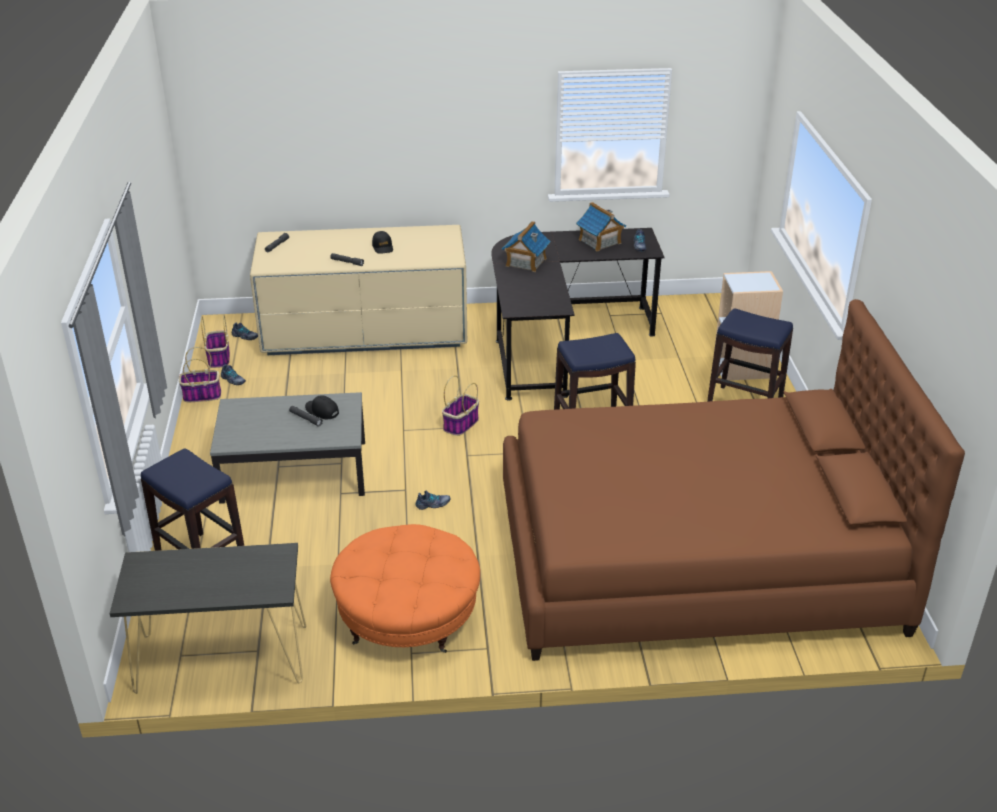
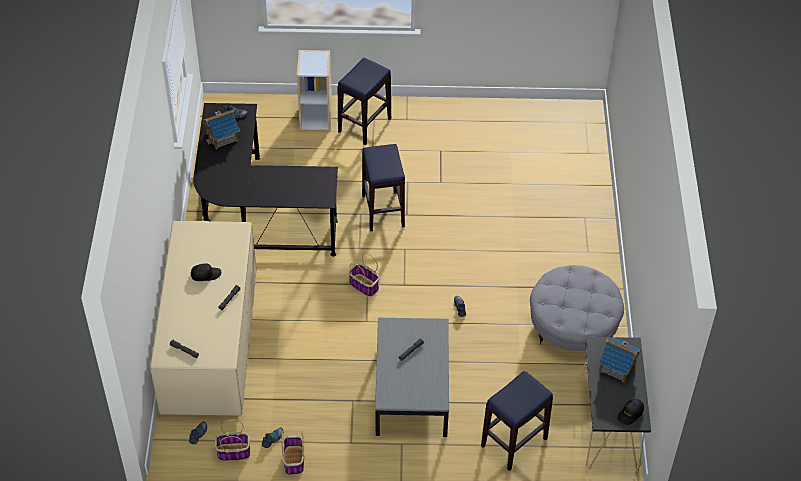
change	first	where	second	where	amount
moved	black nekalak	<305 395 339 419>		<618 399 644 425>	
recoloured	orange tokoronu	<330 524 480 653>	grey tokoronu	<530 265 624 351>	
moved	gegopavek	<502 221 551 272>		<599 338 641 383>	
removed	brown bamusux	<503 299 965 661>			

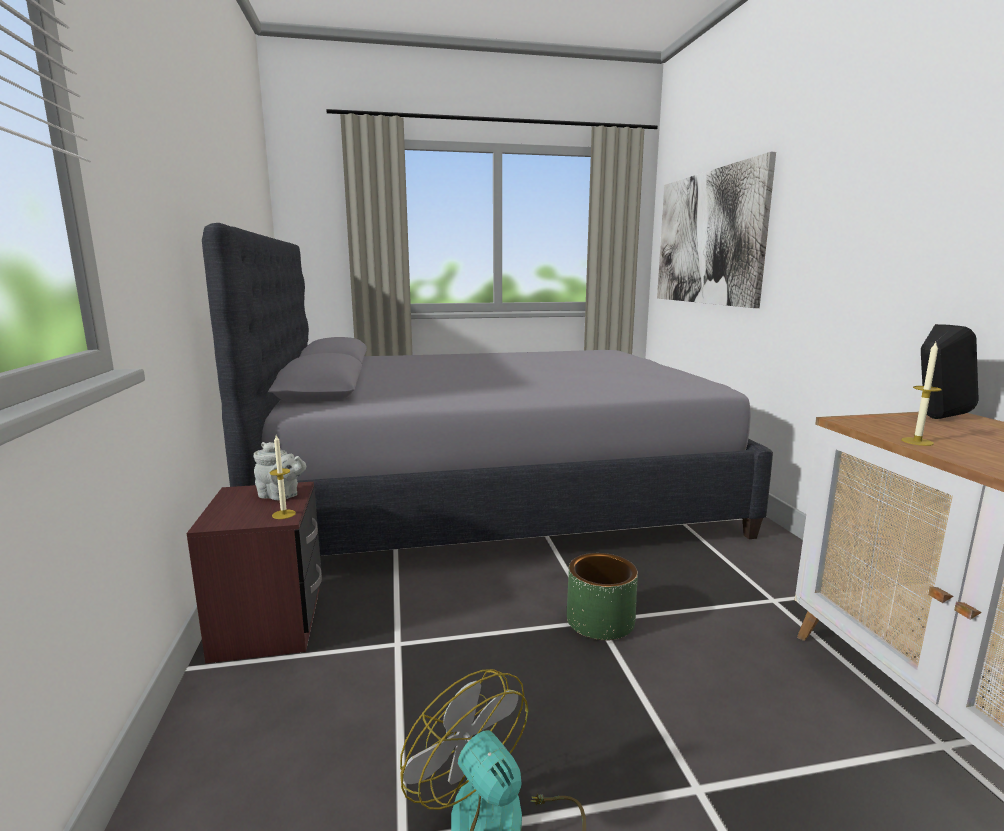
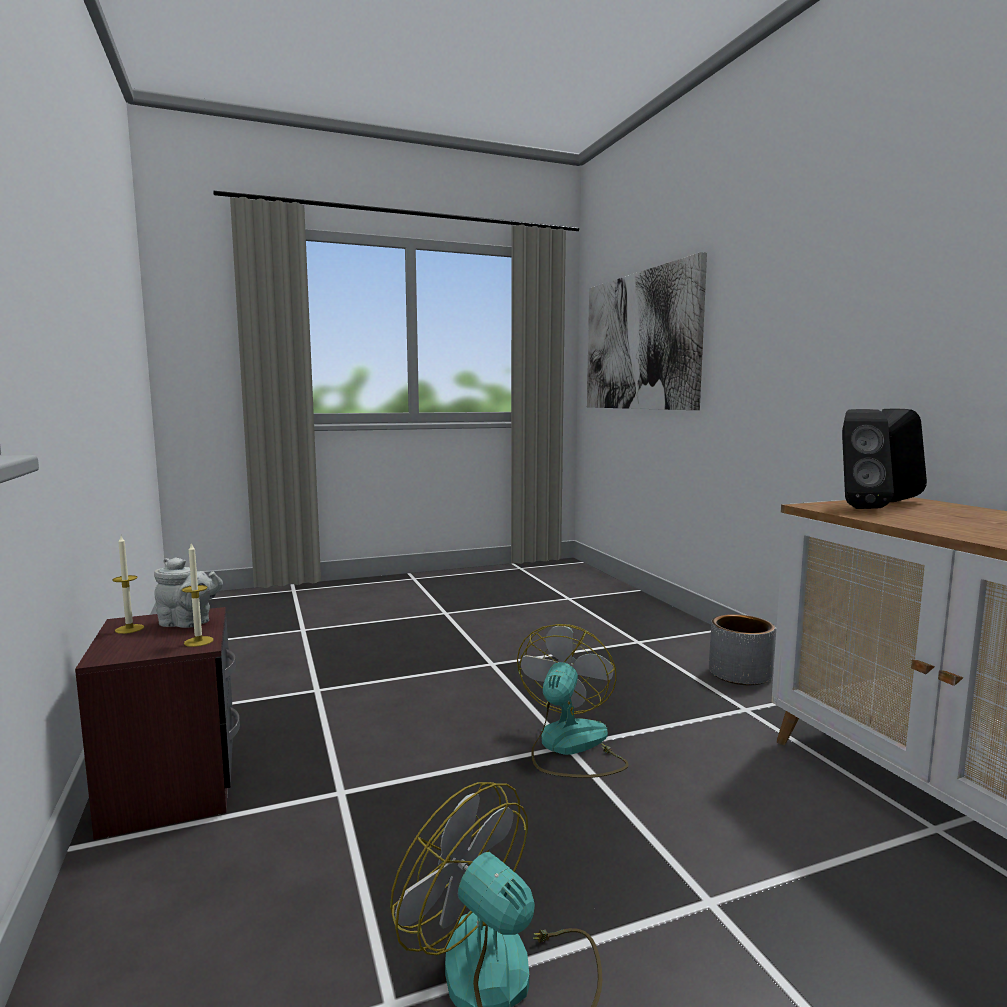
change	first	where	second	where	amount
removed	grey bamusux	<202 223 773 556>			
replaced	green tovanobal	<567 553 638 641>	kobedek	<517 624 629 778>	
moved	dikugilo	<901 342 942 446>		<112 536 144 634>	
added			grey tovanobal	<709 614 775 685>	
added			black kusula	<842 409 894 509>	

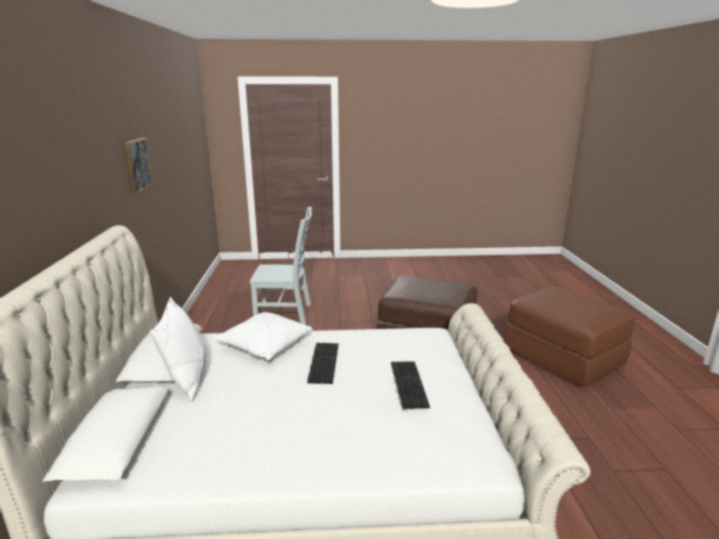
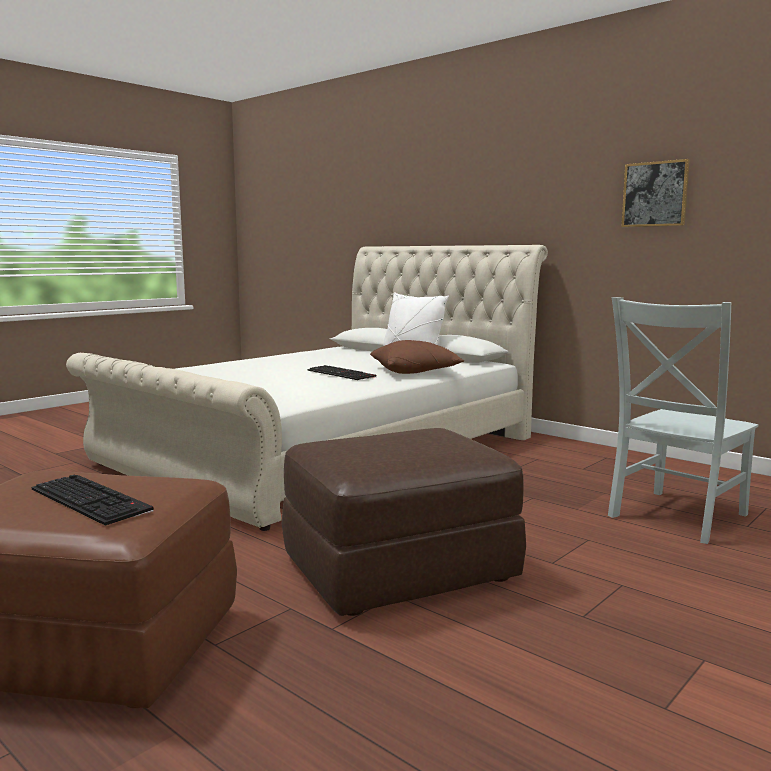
change	first	where	second	where	amount
recoloured	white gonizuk	<214 312 313 360>	brown gonizuk	<370 340 464 374>	
moved	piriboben	<391 361 430 410>		<32 475 154 526>	

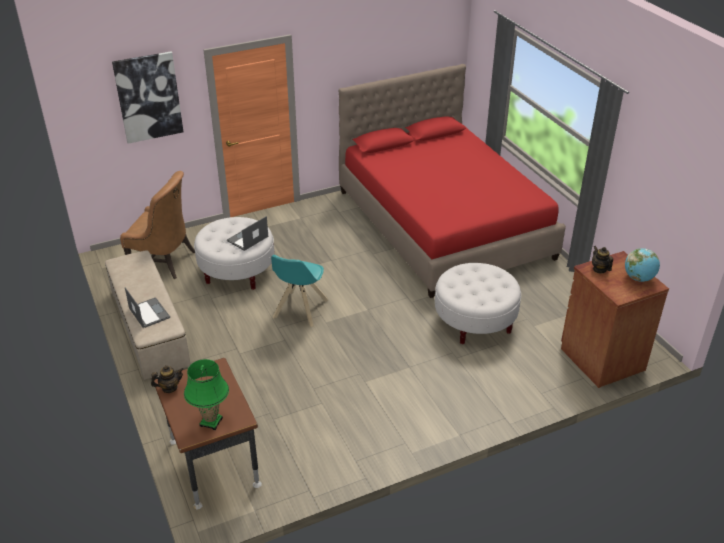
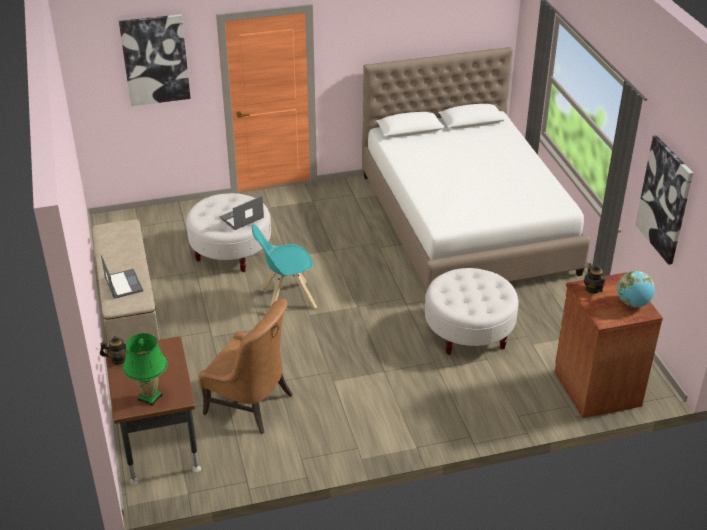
change	first	where	second	where	amount
moved	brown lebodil	<120 171 195 279>		<199 299 292 434>	
turned	turquoise lebodil	<271 255 329 327>		<251 224 317 309>	45 degrees clockwise
recoloured	red bamusux	<339 64 566 298>	white bamusux	<362 47 591 291>	
added			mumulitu	<635 135 693 265>	

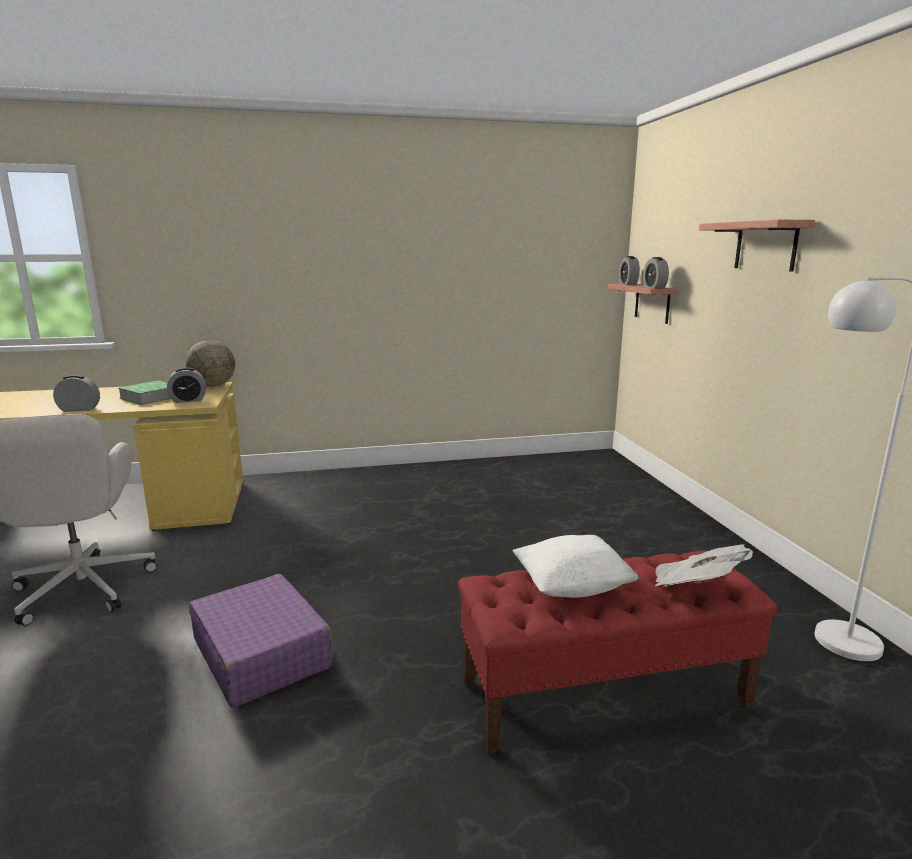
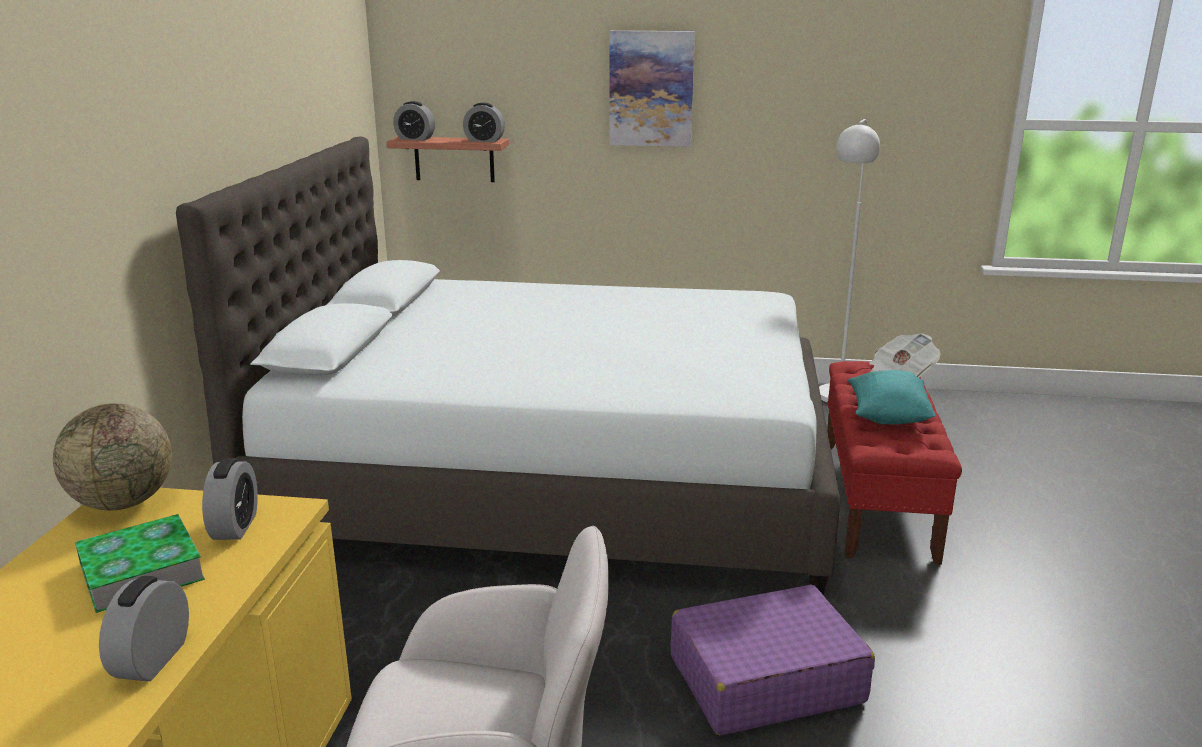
change	first	where	second	where	amount
recoloured	white gonizuk	<513 535 640 598>	turquoise gonizuk	<848 370 936 425>	
replaced	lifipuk	<699 220 815 272>	mumulitu	<609 31 695 147>	
added			white bamusux	<176 136 840 594>	

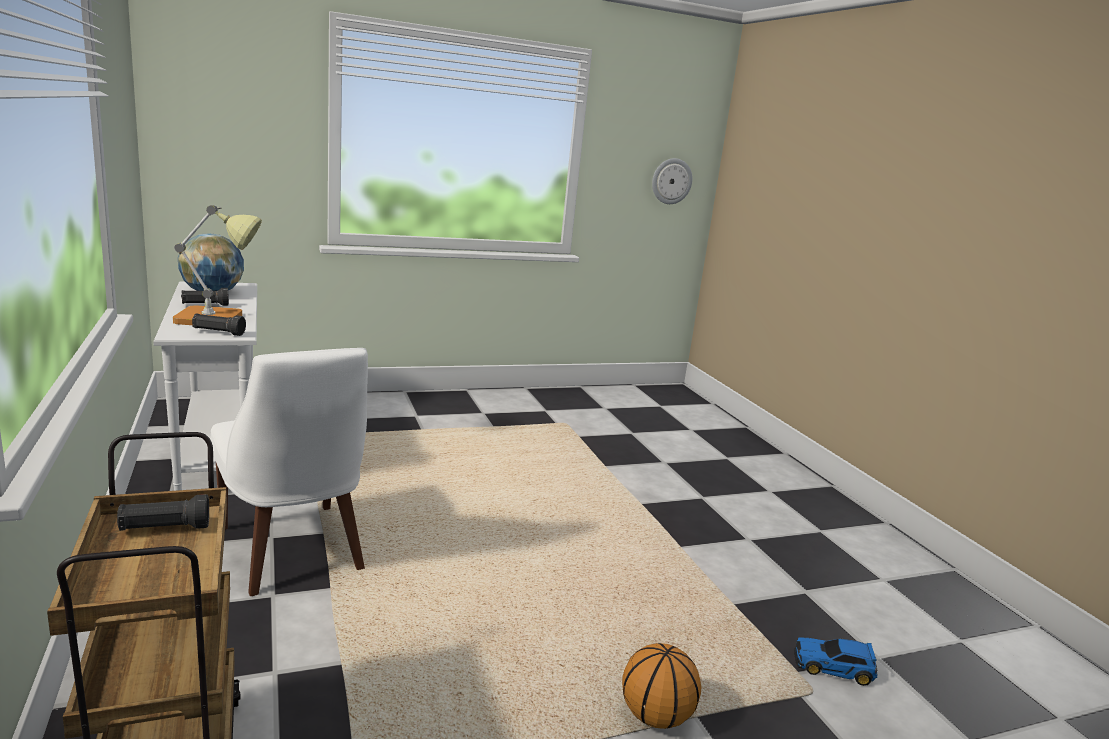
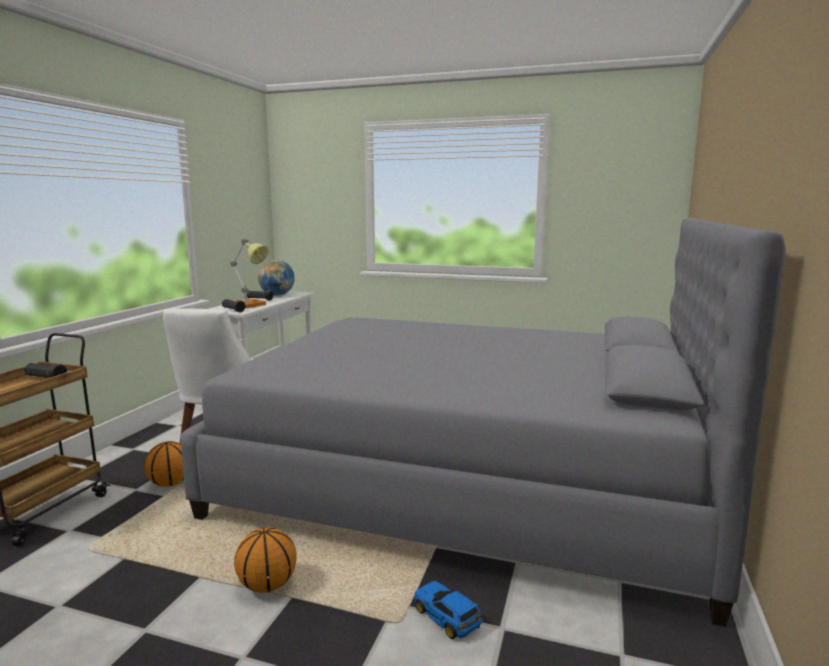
change	first	where	second	where	amount
removed	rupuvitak	<652 158 692 204>			
added			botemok	<144 441 184 487>	
added			grey bamusux	<180 218 786 627>	

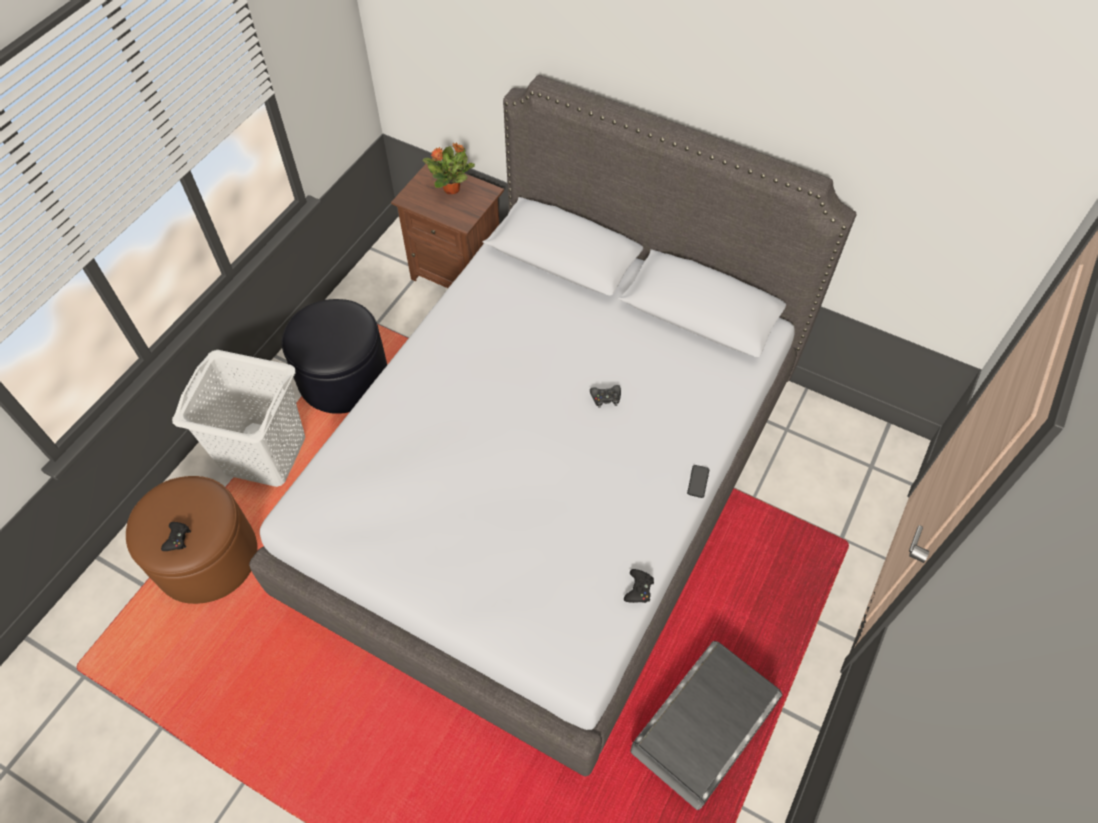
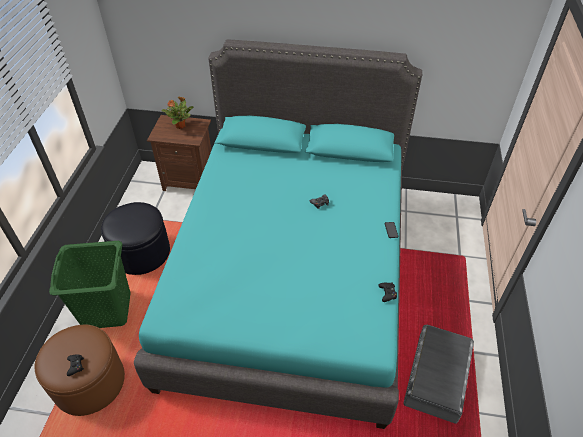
change	first	where	second	where	amount
recoloured	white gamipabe	<172 350 305 487>	green gamipabe	<49 241 131 328>	
recoloured	grey bamusux	<249 75 856 777>	turquoise bamusux	<134 39 422 429>	

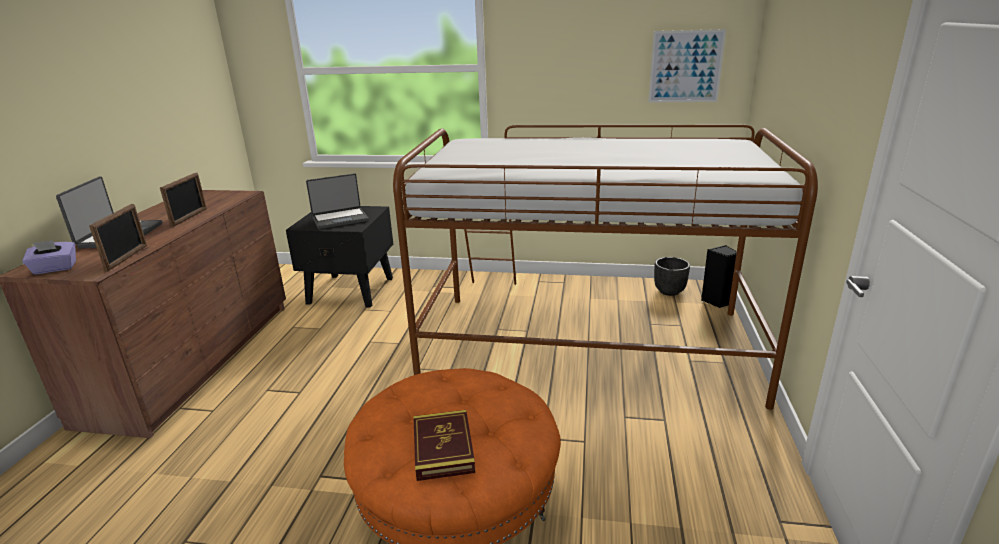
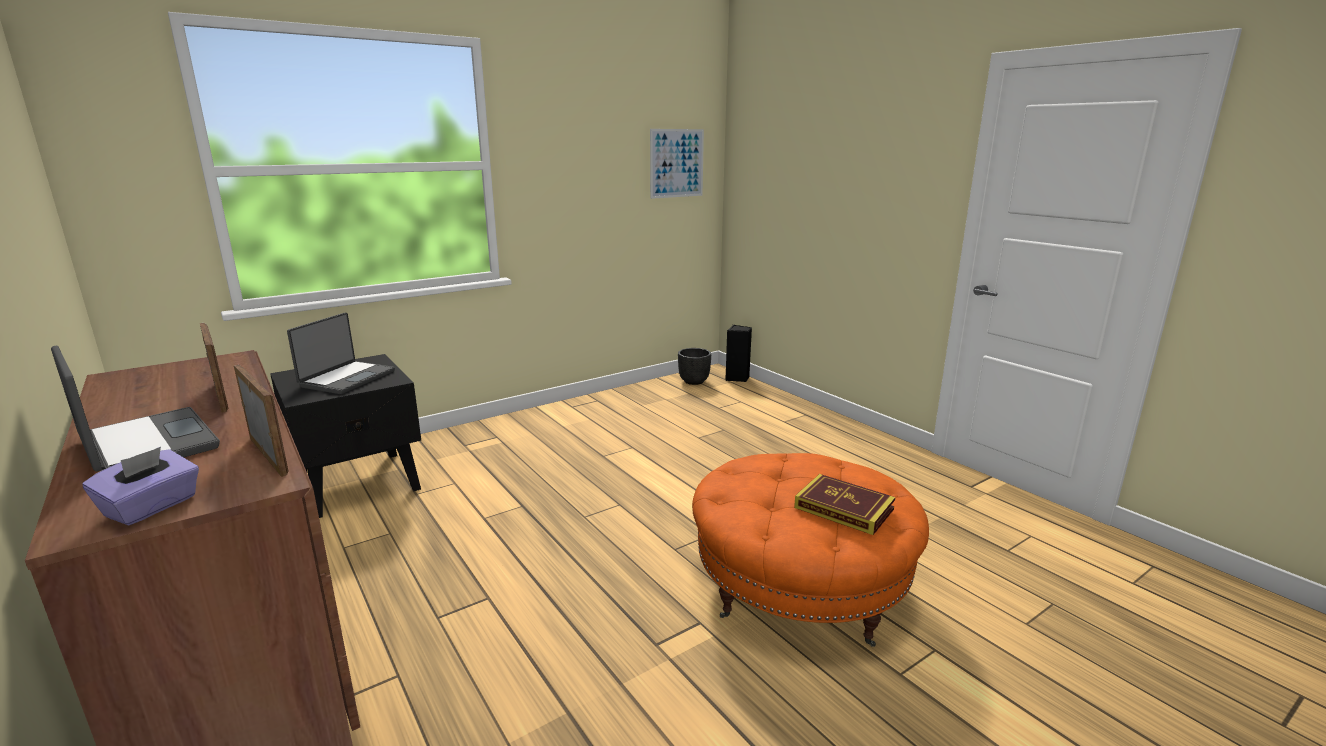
change	first	where	second	where	amount
removed	brown bamusux	<393 125 818 410>			

